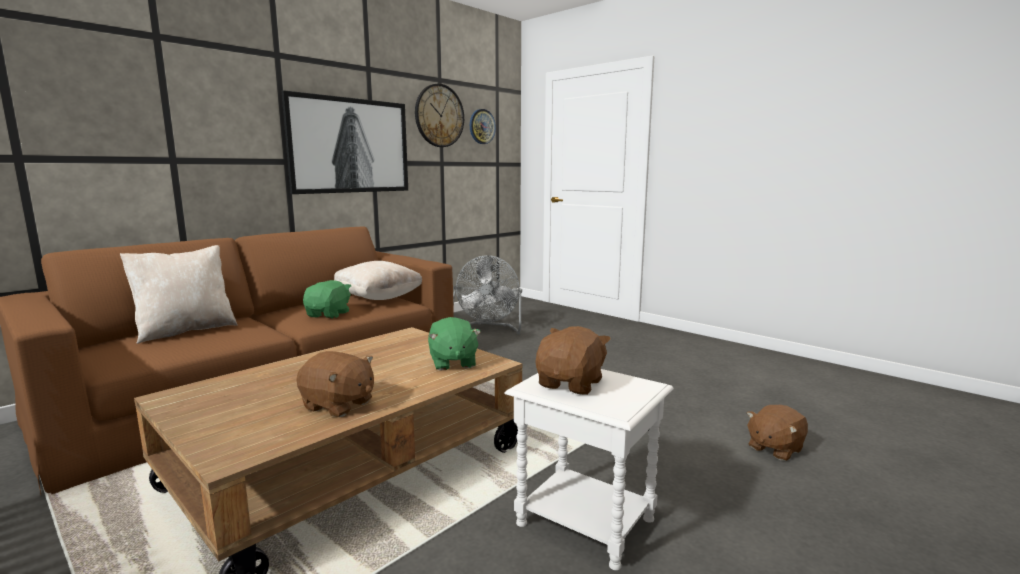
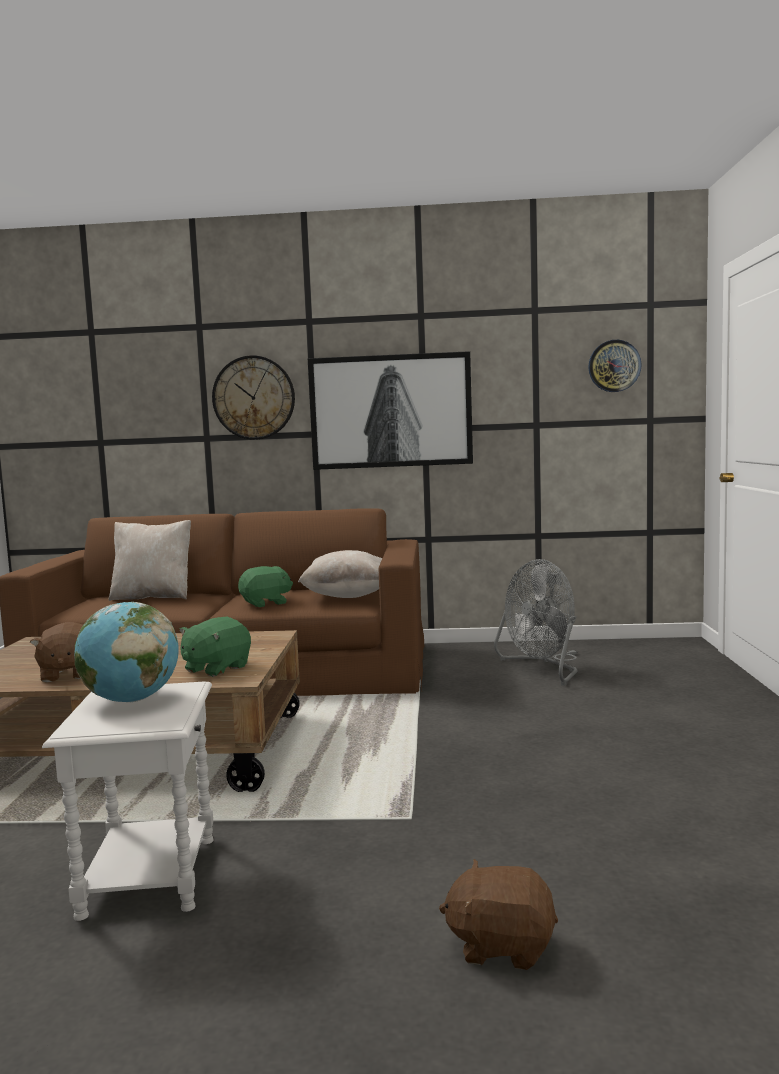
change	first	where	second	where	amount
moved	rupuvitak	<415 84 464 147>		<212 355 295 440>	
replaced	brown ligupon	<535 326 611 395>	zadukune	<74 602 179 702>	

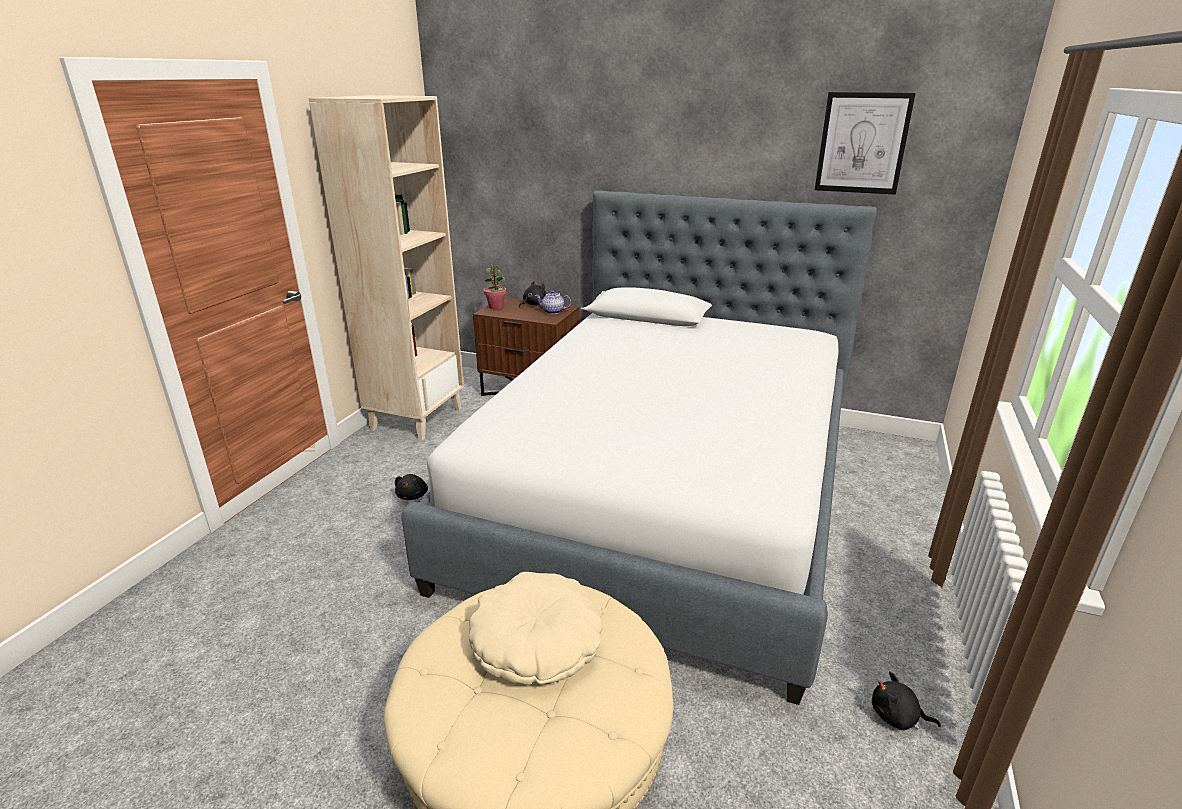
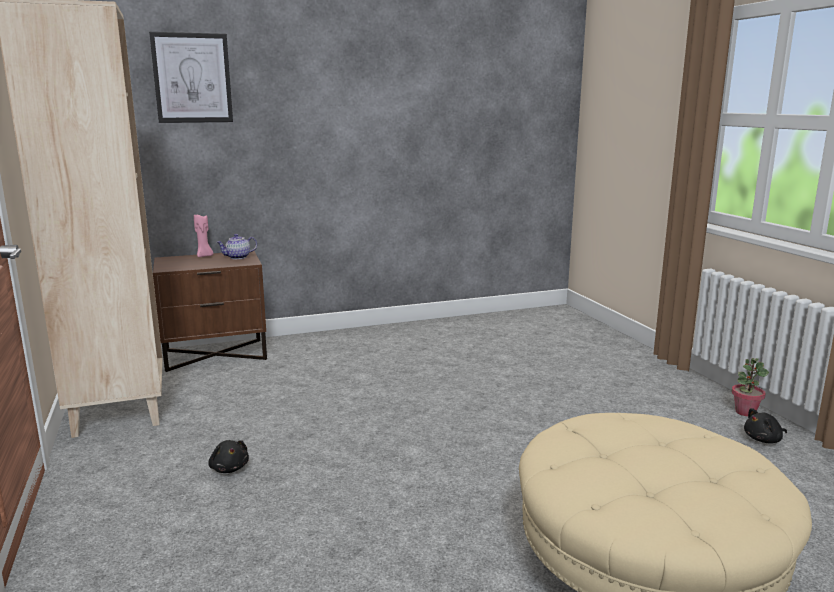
change	first	where	second	where	amount
removed	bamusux	<402 190 877 705>			
removed	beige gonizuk	<469 572 603 685>			
moved	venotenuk	<483 265 507 309>		<732 358 769 417>	
replaced	black ligupon	<519 281 546 307>	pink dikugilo	<194 214 213 257>	
moved	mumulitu	<815 92 916 195>		<149 32 233 123>	

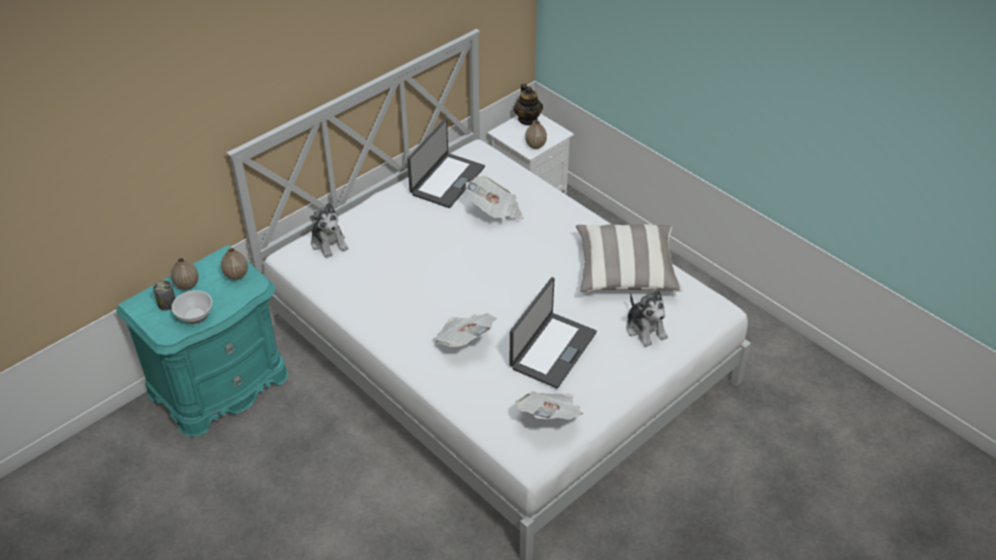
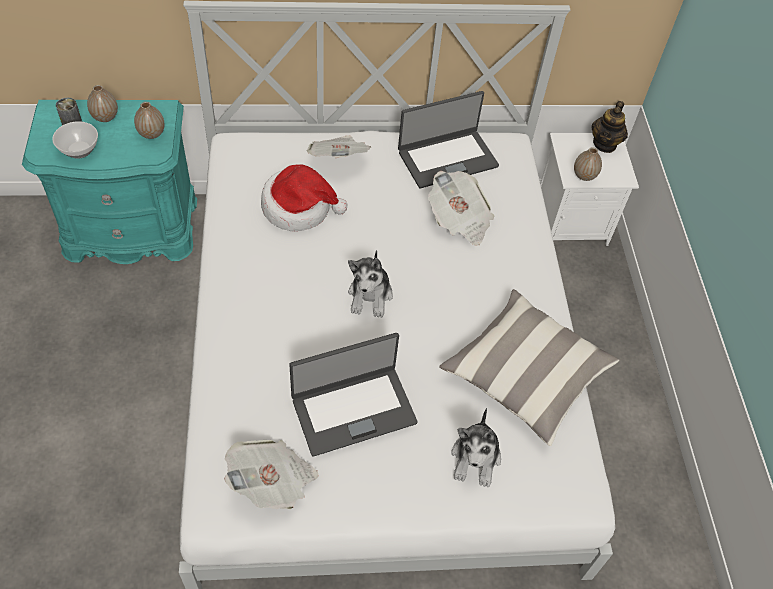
change	first	where	second	where	amount
moved	ligupon	<310 203 348 258>		<348 250 393 318>	
moved	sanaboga	<432 314 497 347>		<307 135 371 158>	
added			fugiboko	<261 164 348 231>	

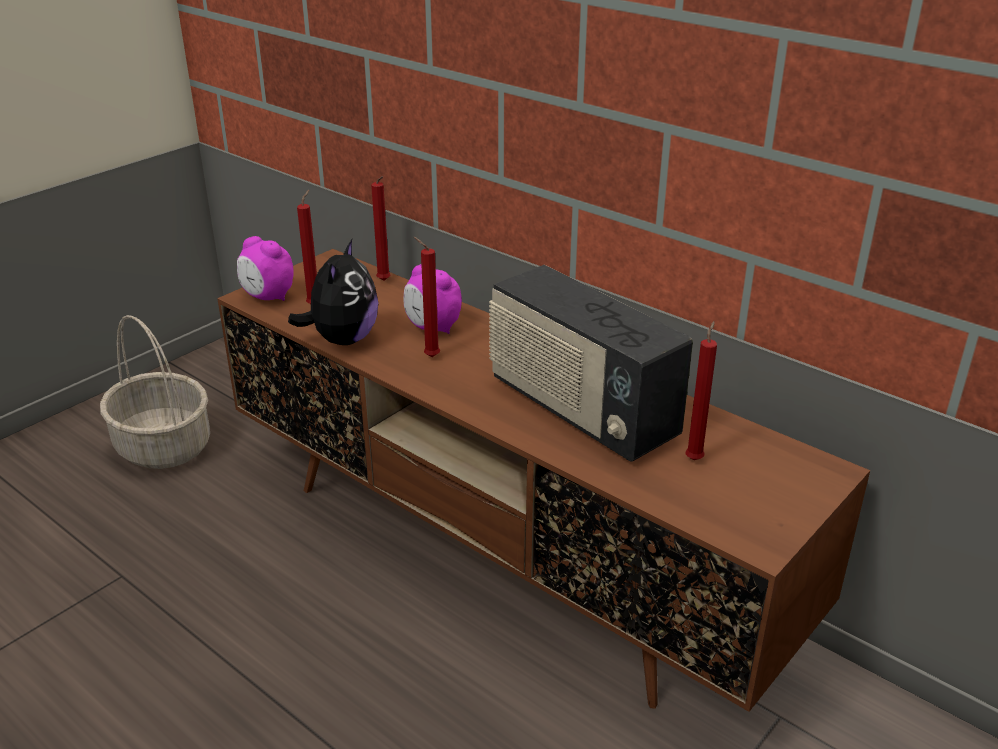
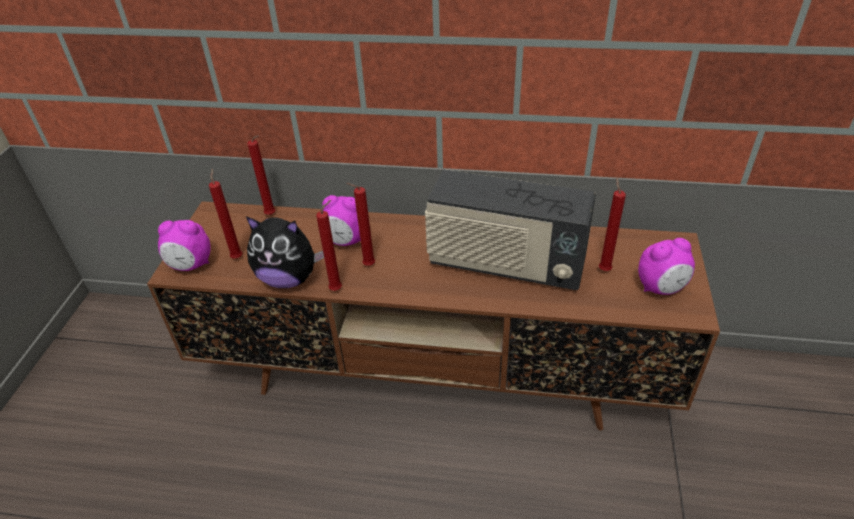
change	first	where	second	where	amount
removed	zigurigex	<100 315 210 469>			
turned	ligupon	<288 239 379 345>		<246 216 324 288>	120 degrees clockwise
added			red dikugilo	<316 200 342 291>	
added			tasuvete	<638 238 695 295>	

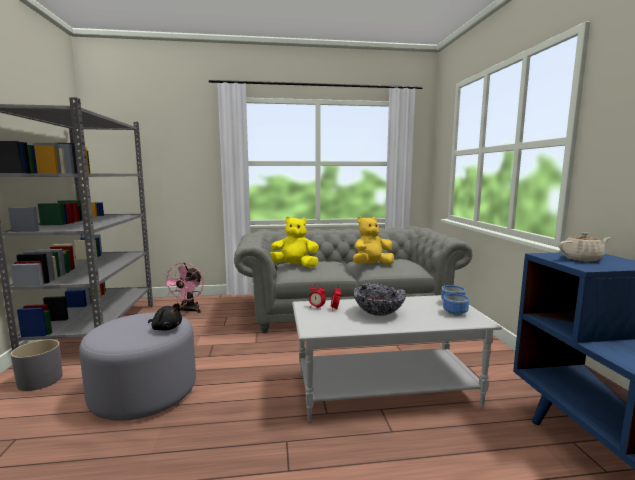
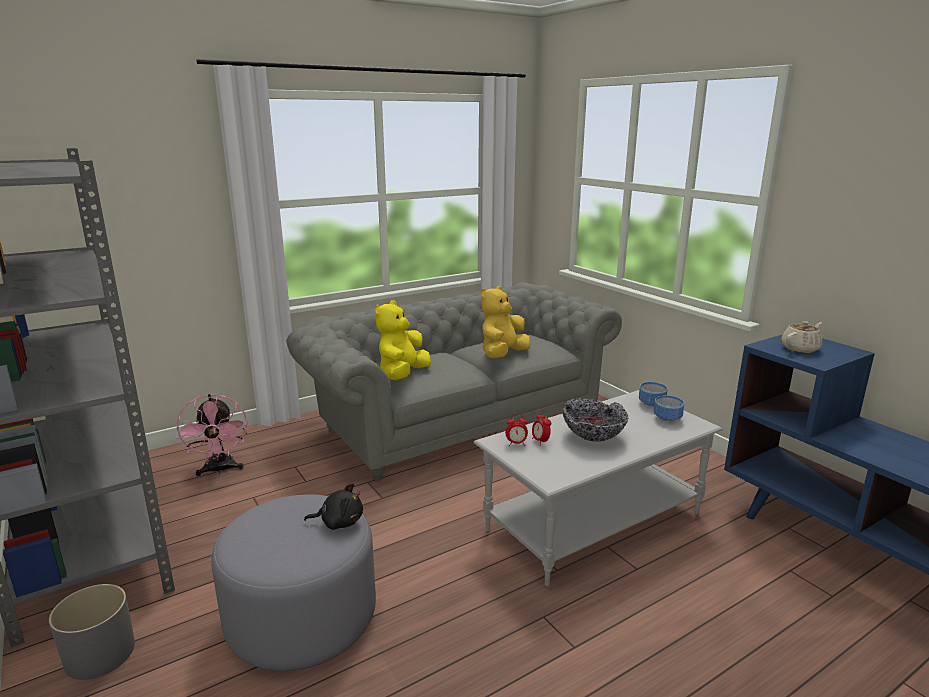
change	first	where	second	where	amount
turned	yellow ligupon	<270 217 319 268>		<375 301 431 380>	45 degrees counterclockwise

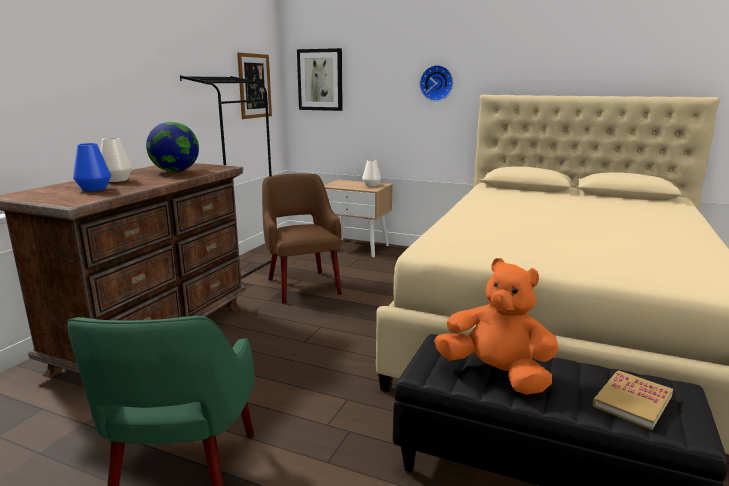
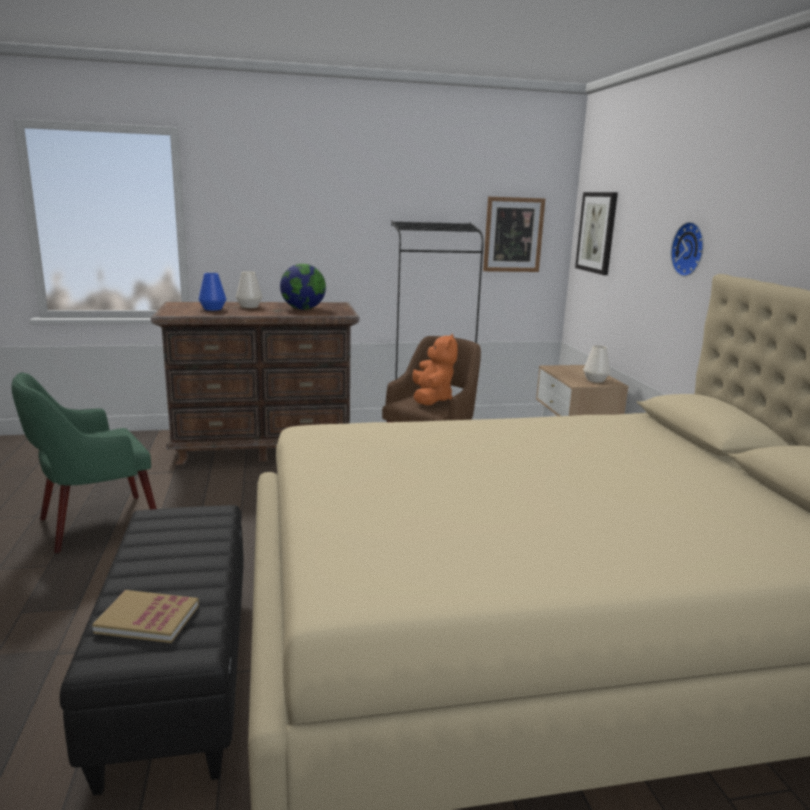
change	first	where	second	where	amount
moved	orange ligupon	<434 258 559 395>		<412 334 458 405>	

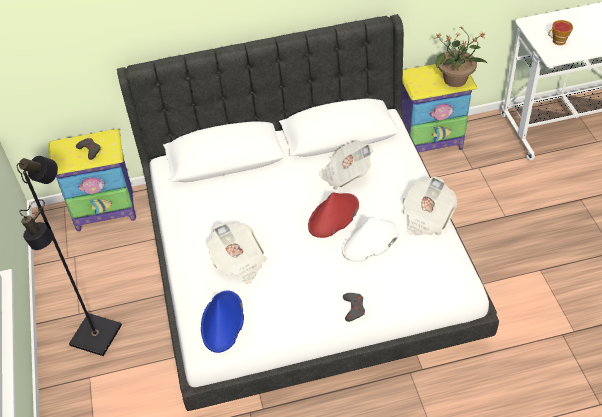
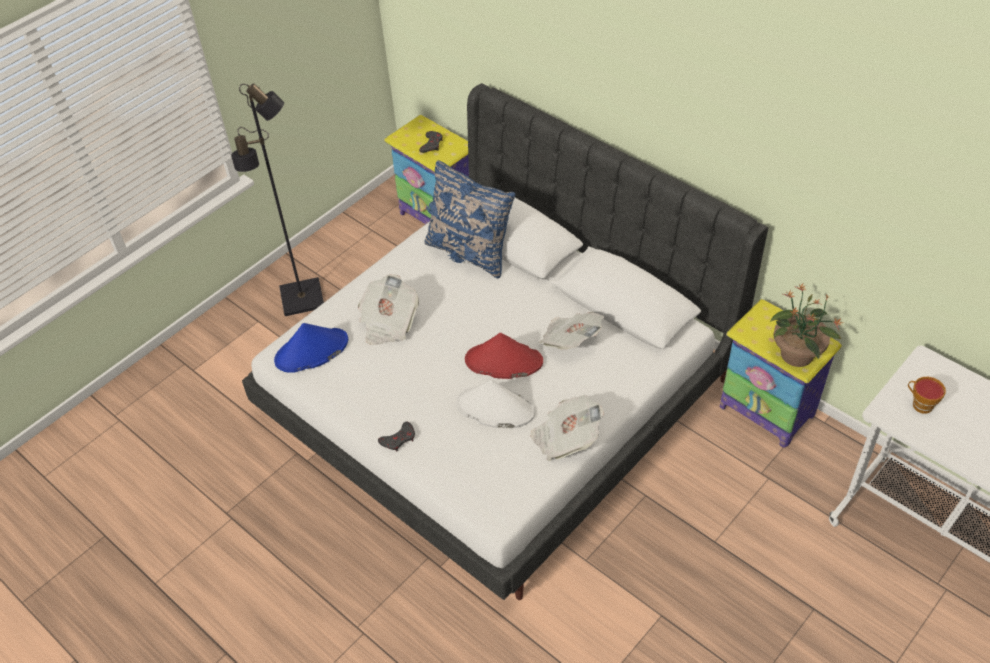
change	first	where	second	where	amount
added			blue gonizuk	<424 160 515 278>	

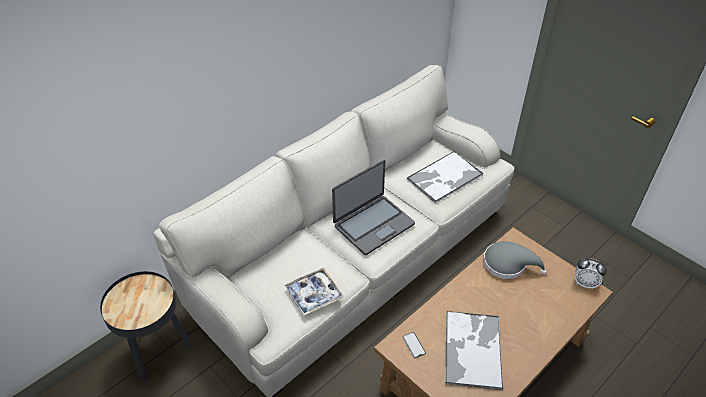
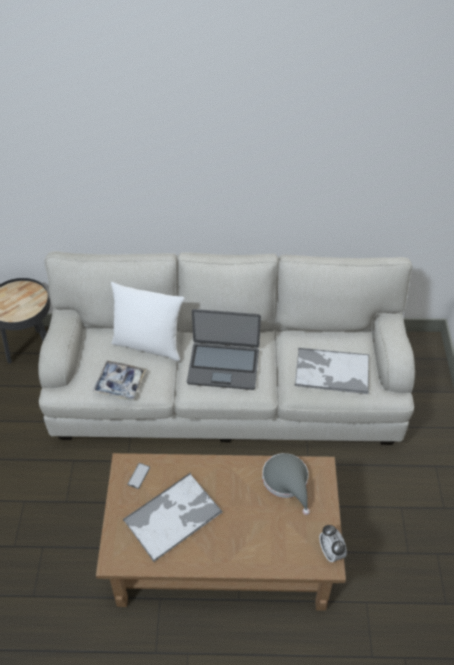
change	first	where	second	where	amount
added			white gonizuk	<111 282 184 361>	

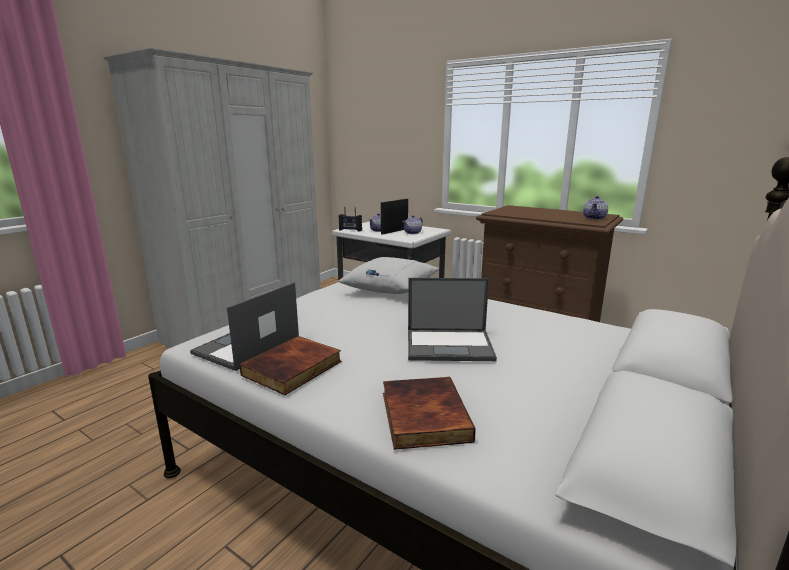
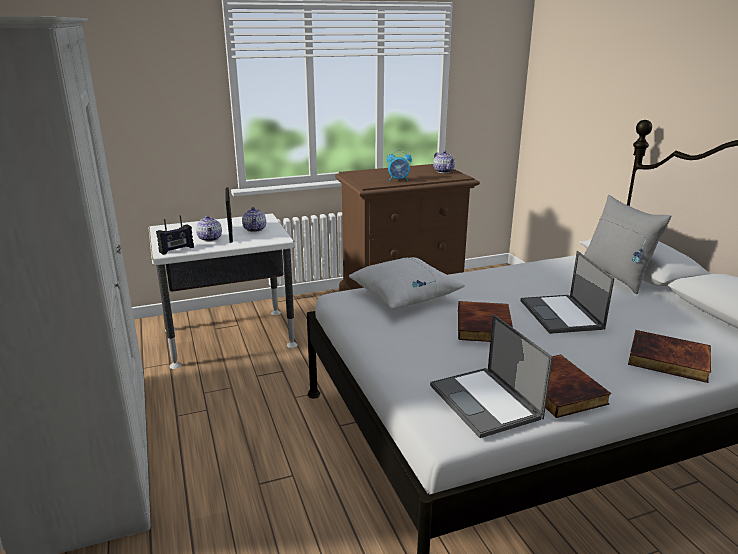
change	first	where	second	where	amount
turned	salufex	<408 278 497 361>		<520 251 614 334>	135 degrees clockwise
added			tasuvete	<387 150 412 181>	
added			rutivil	<458 301 513 342>	
added			grey gonizuk	<584 195 671 294>	

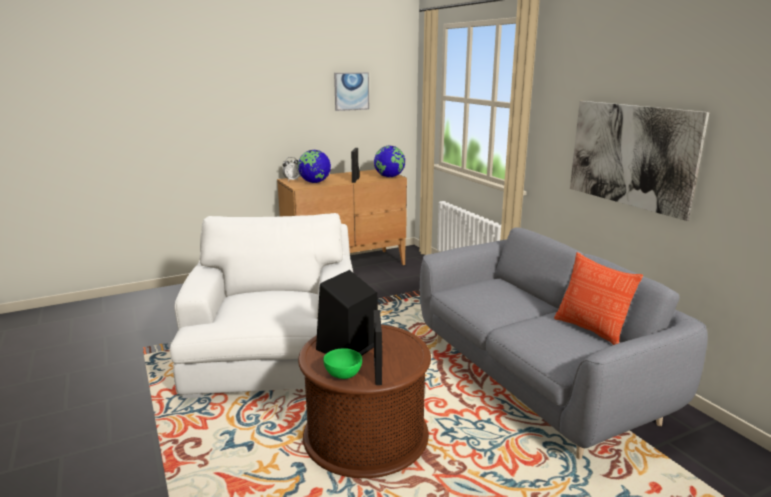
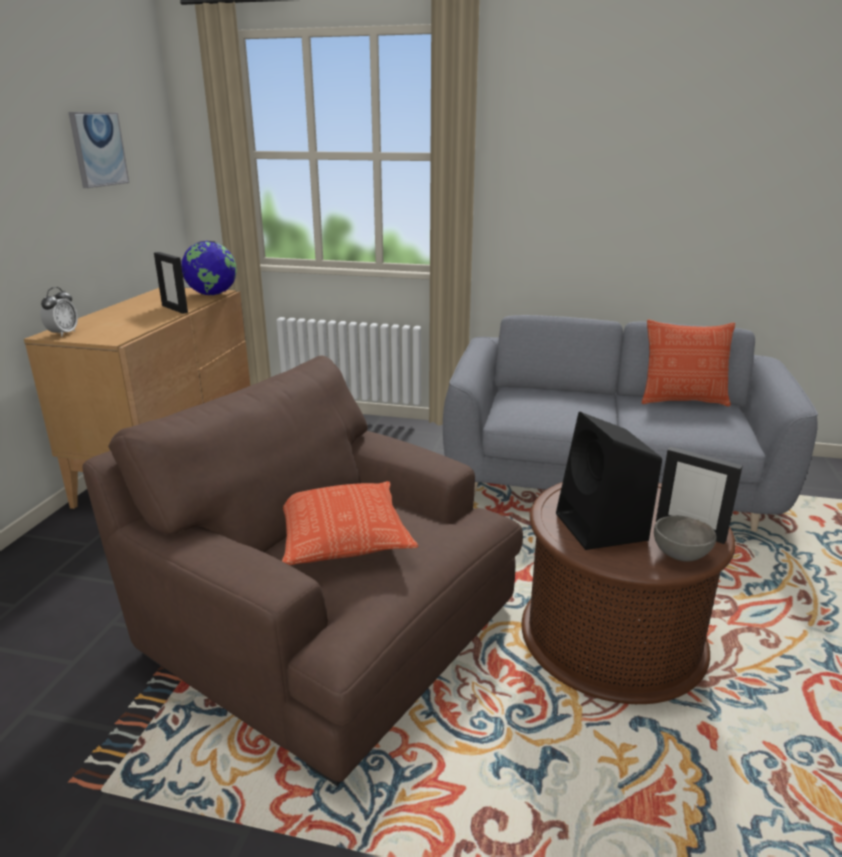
change	first	where	second	where	amount
recoloured	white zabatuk	<170 213 353 398>	brown zabatuk	<82 355 523 786>	
removed	zadukune	<298 150 331 183>			
recoloured	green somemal	<323 348 362 379>	grey somemal	<654 516 717 562>	
removed	mumulitu	<570 101 710 221>			
added			orange gonizuk	<282 481 418 565>	

